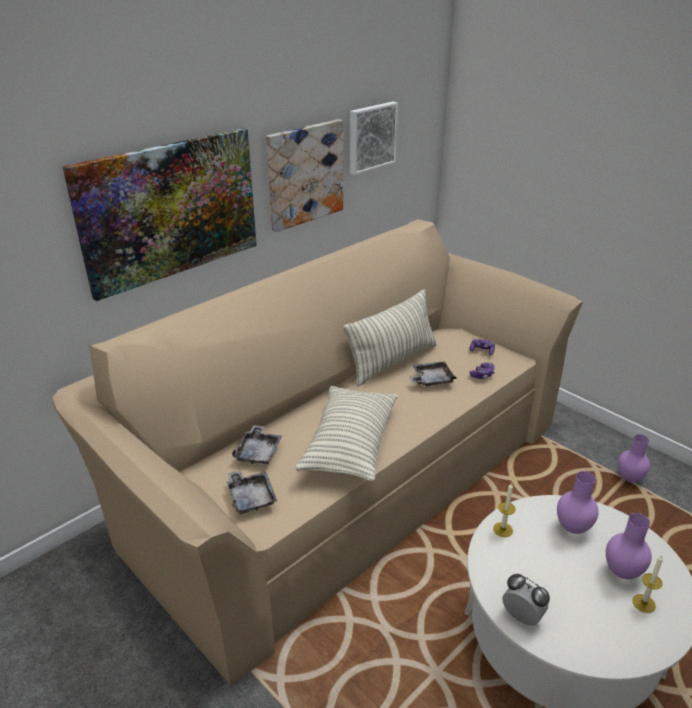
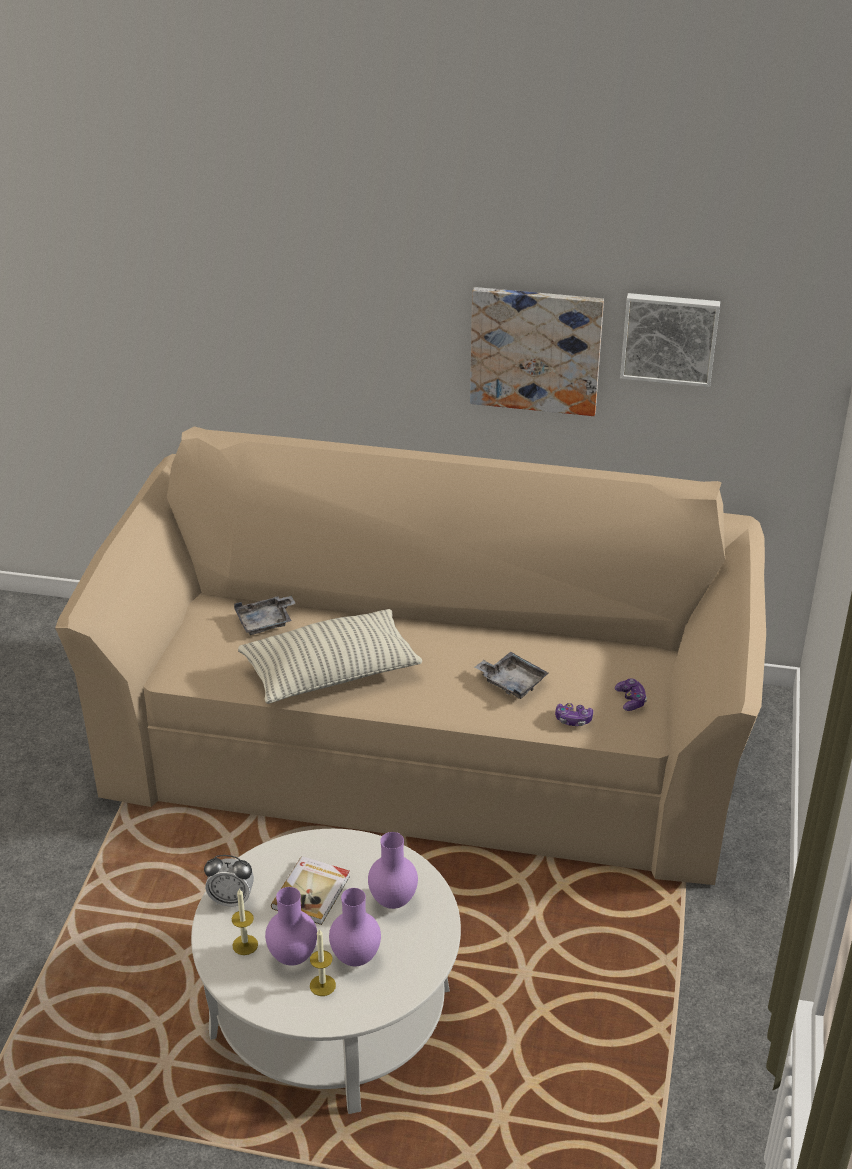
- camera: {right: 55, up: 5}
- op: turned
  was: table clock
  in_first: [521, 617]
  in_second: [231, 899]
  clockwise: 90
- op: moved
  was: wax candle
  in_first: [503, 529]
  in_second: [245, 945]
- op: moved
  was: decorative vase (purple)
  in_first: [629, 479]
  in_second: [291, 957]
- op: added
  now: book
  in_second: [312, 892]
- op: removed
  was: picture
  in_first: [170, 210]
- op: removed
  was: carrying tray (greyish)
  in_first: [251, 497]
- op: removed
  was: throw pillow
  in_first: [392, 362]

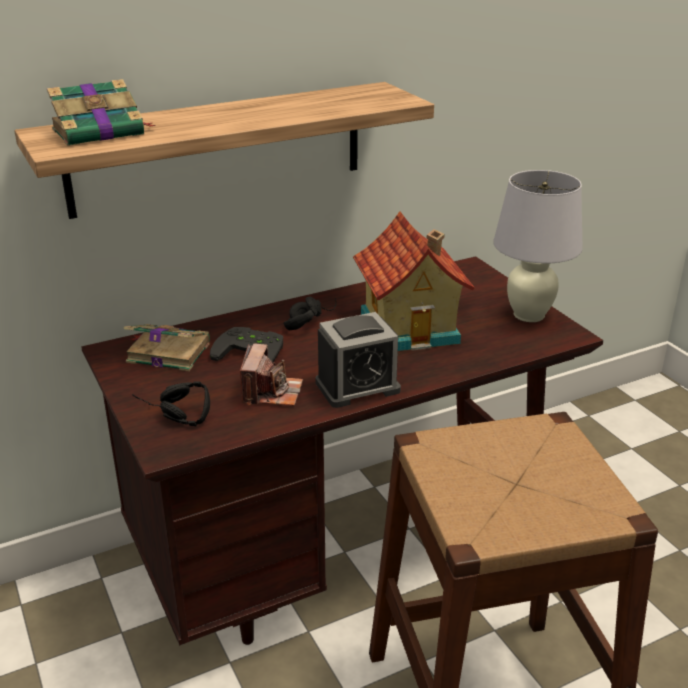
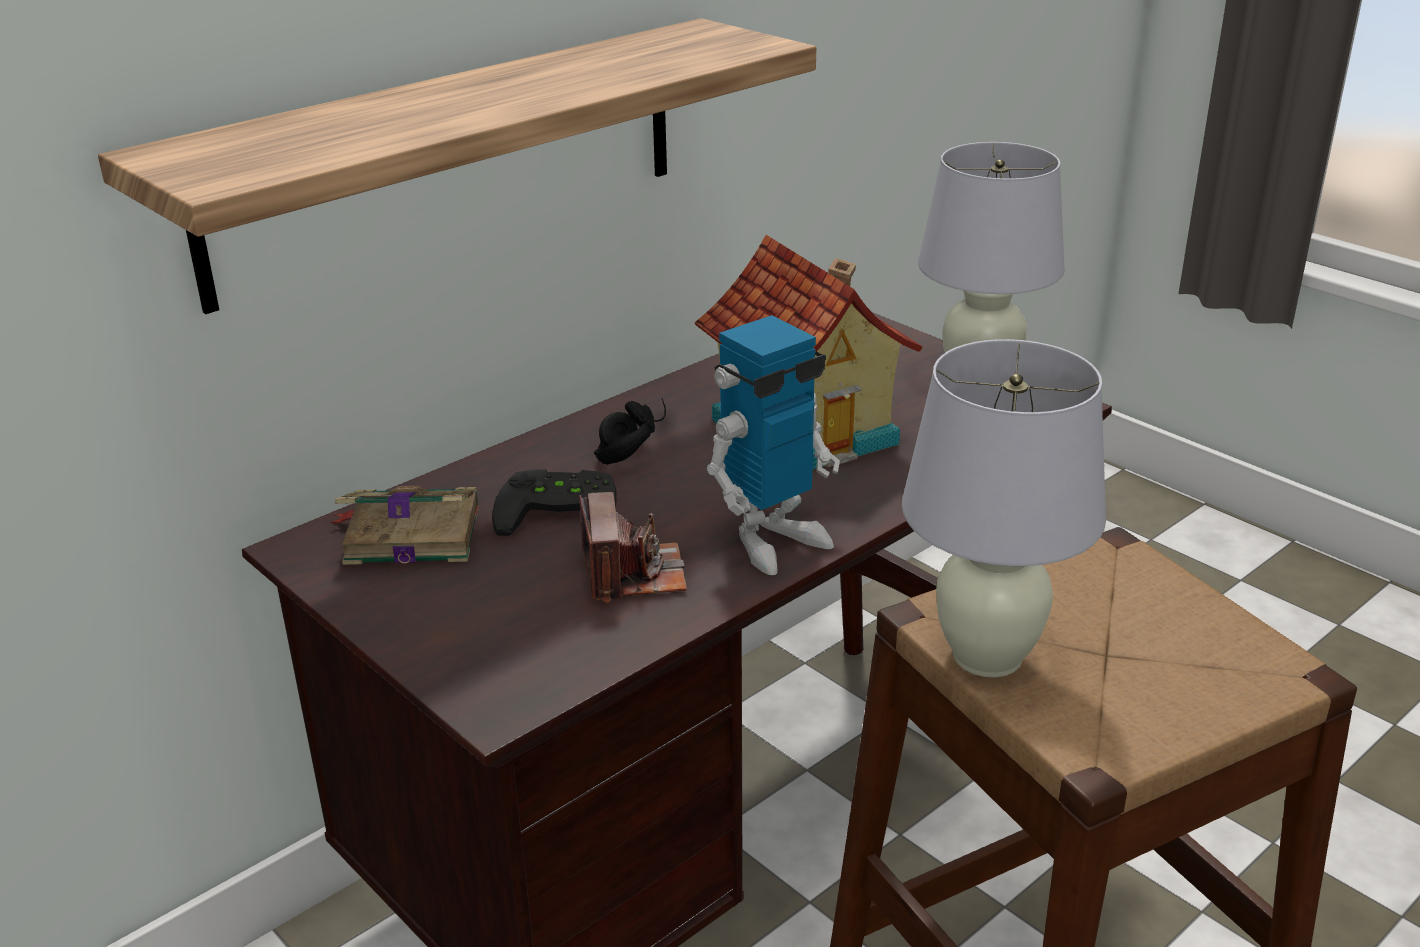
- camera: {right: -15, up: 0}
- op: replaced
  was: table clock
  now: model robot
  in_first: [357, 386]
  in_second: [773, 541]
- op: added
  now: lamp for a table (whitish)
  in_second: [988, 656]
- op: removed
  was: book
  in_first: [101, 132]
- op: removed
  was: pair of headphones (black-coloured)
  in_first: [169, 416]

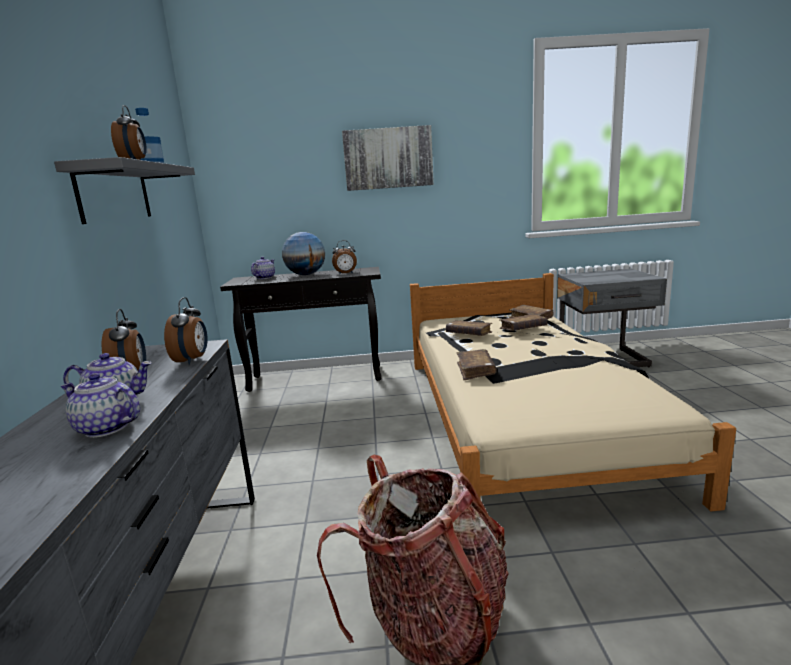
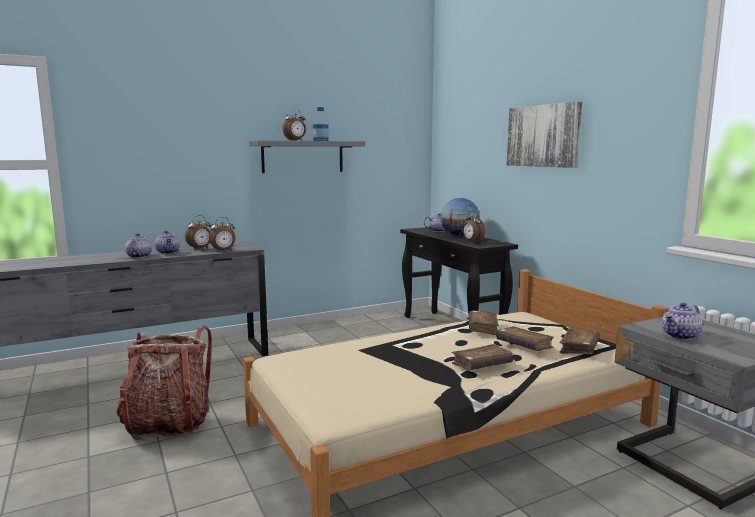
- camera: {right: 65, up: -5}
- op: moved
  was: book (brown-coloured)
  in_first: [475, 370]
  in_second: [482, 365]
- op: added
  now: pot for tea
  in_second: [680, 336]

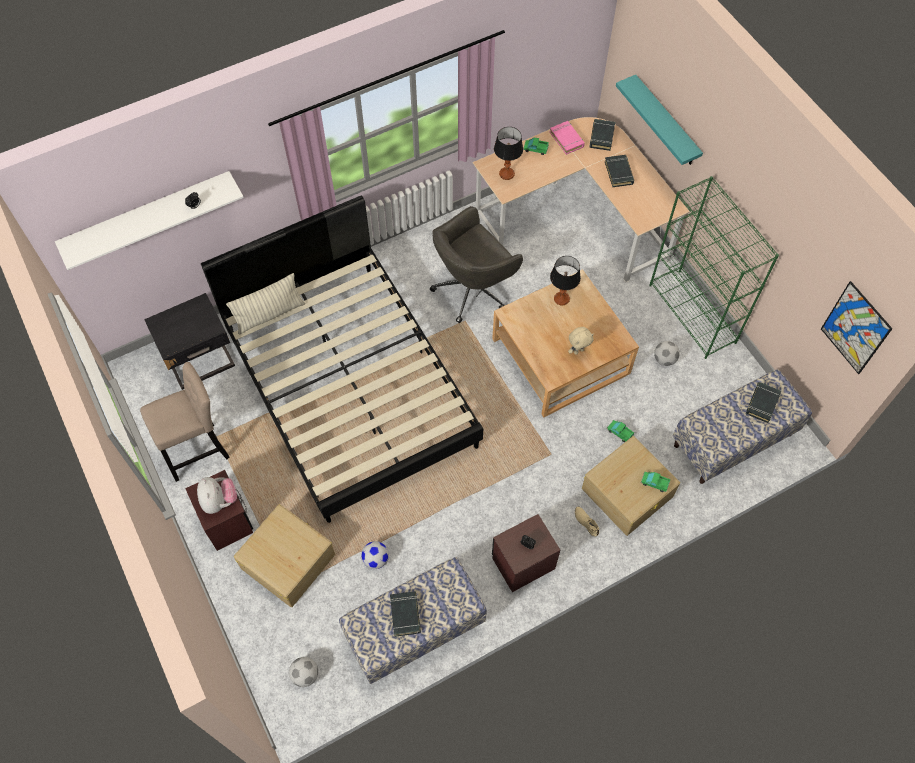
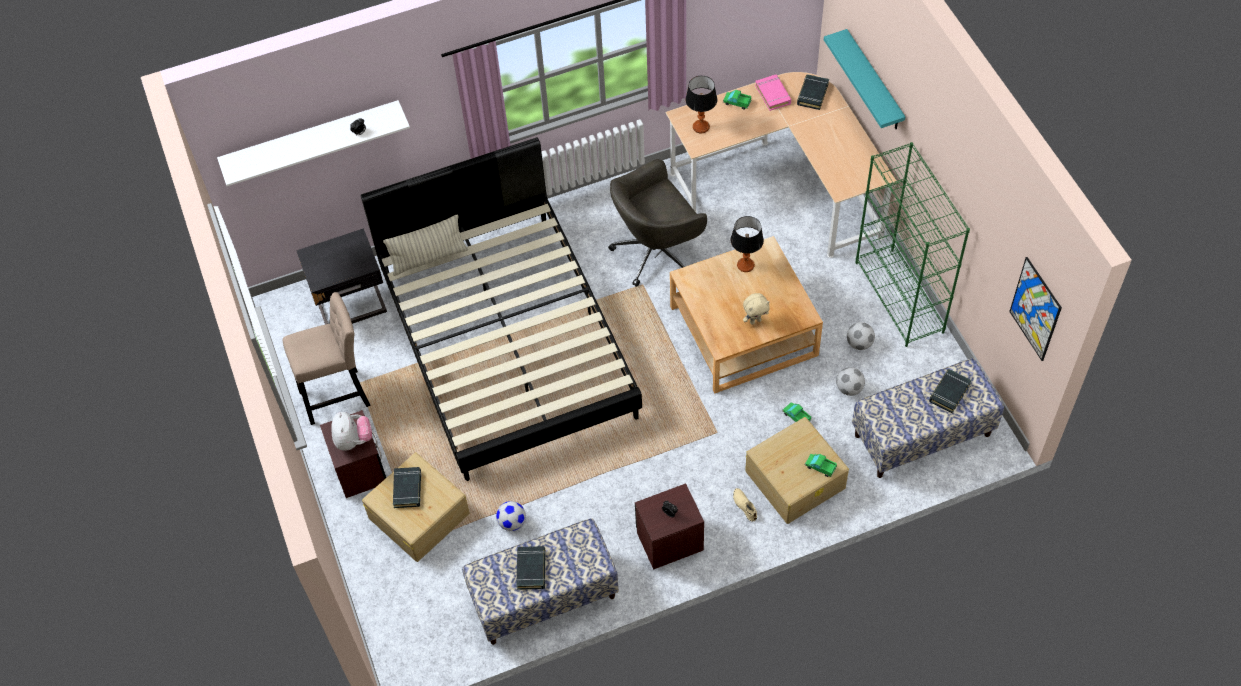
- camera: {right: 10, up: -5}
- op: moved
  was: book (black-coloured)
  in_first: [619, 173]
  in_second: [407, 489]
- op: moved
  was: football ball
  in_first: [305, 675]
  in_second: [849, 388]

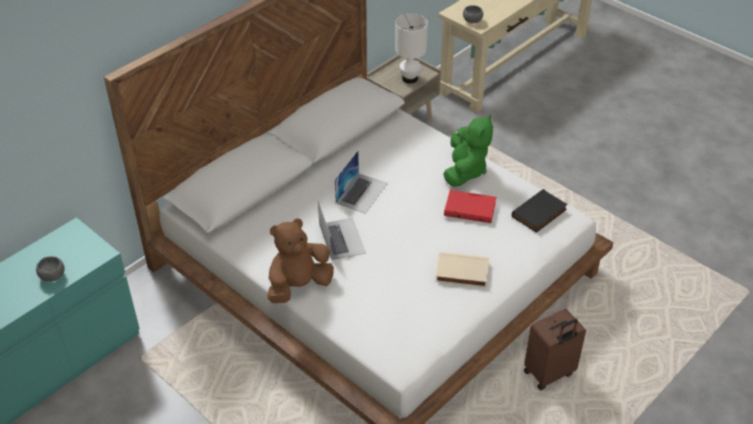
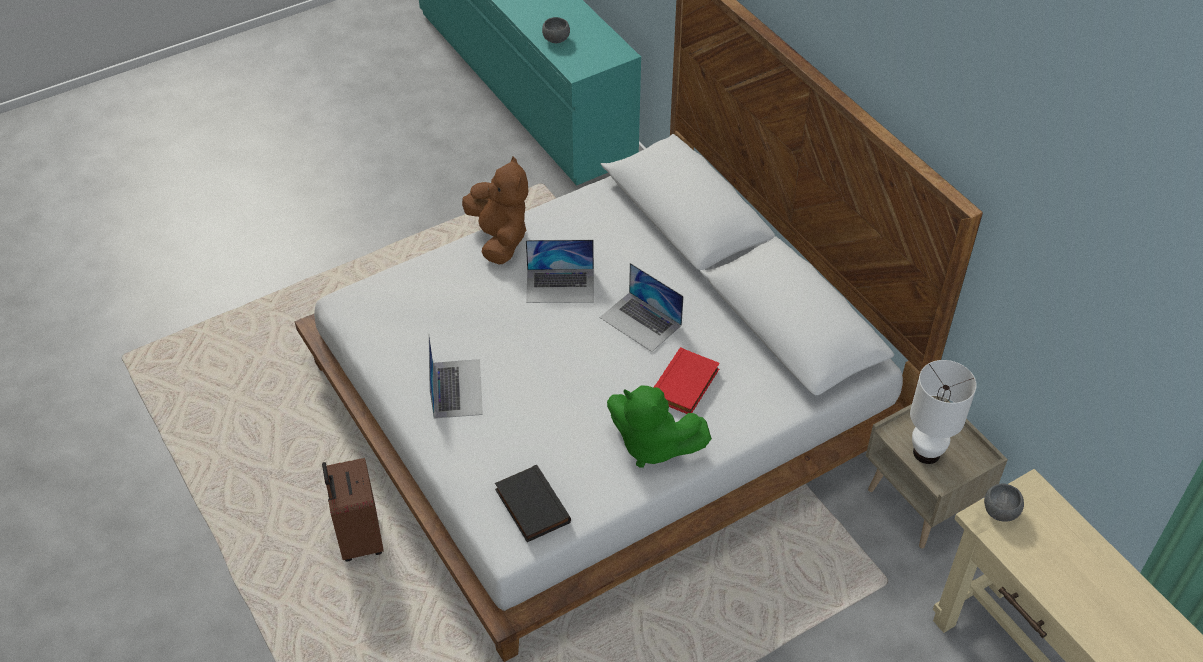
- camera: {right: 105, up: 5}
- op: replaced
  was: book (beige)
  now: portable computer
  in_first: [461, 273]
  in_second: [456, 388]
- op: moved
  was: book (reddish)
  in_first: [470, 208]
  in_second: [686, 385]

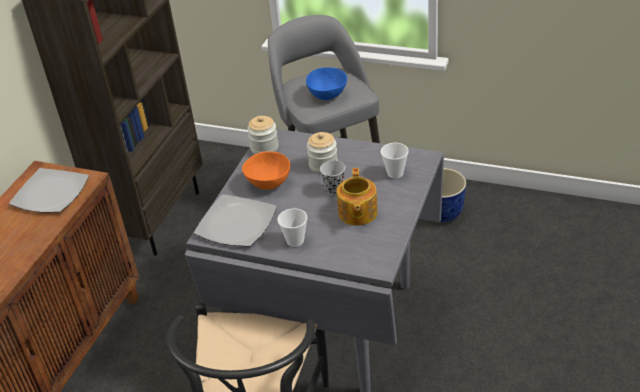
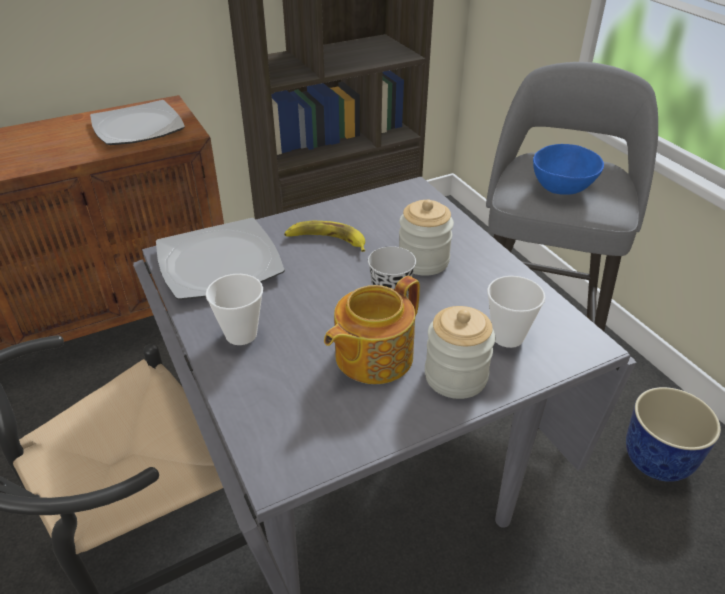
- camera: {right: 40, up: 0}
- op: replaced
  was: bowl (orange)
  now: banana fruit
  in_first: [268, 183]
  in_second: [326, 240]
- op: moved
  was: preserve jar
  in_first: [264, 148]
  in_second: [455, 376]

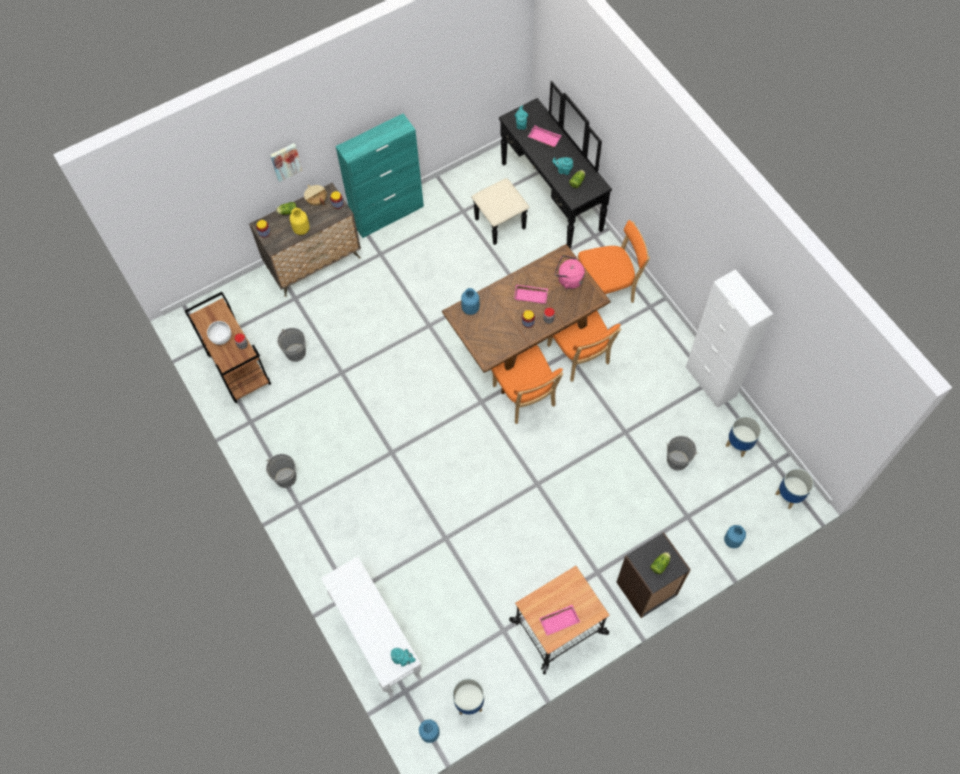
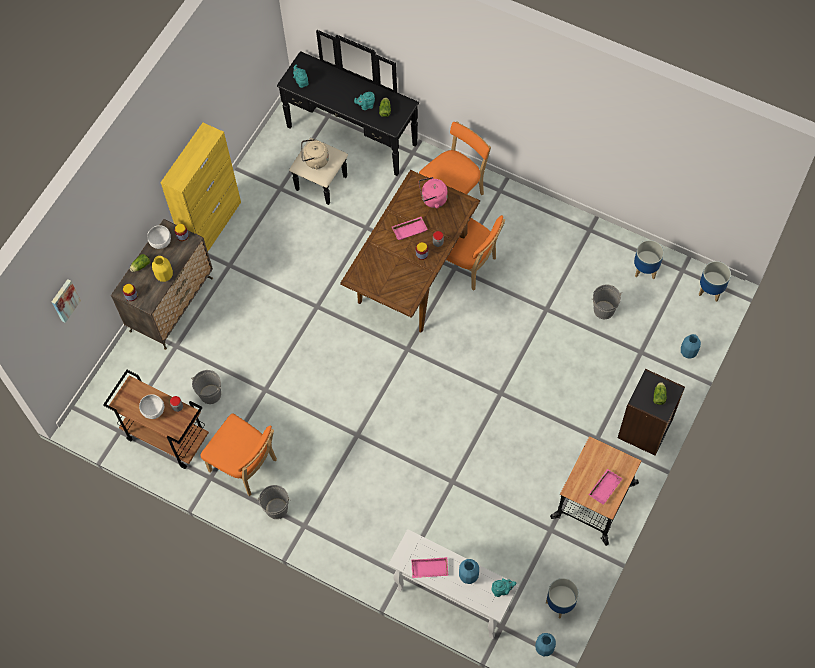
- camera: {right: -30, up: 0}
- op: moved
  was: picture
  in_first: [285, 161]
  in_second: [64, 300]
- op: replaced
  was: cooking pot (beige)
  now: bowl (whitish)
  in_first: [316, 201]
  in_second: [161, 243]
- op: recoloured
  was: storage cabinet (blue-green)
  now: storage cabinet (yellow-coloured)
  in_first: [388, 214]
  in_second: [212, 225]
- op: moved
  was: chair (orange)
  in_first: [525, 398]
  in_second: [245, 467]
- op: added
  now: water kettle (beige)
  in_second: [315, 161]
- op: moved
  was: carrying tray (pink)
  in_first: [543, 139]
  in_second: [429, 570]
- op: moved
  was: decorative vase (blue-coloured)
  in_first: [470, 309]
  in_second: [468, 575]
- op: removed
  was: storage cabinet (whitish)
  in_first: [710, 382]

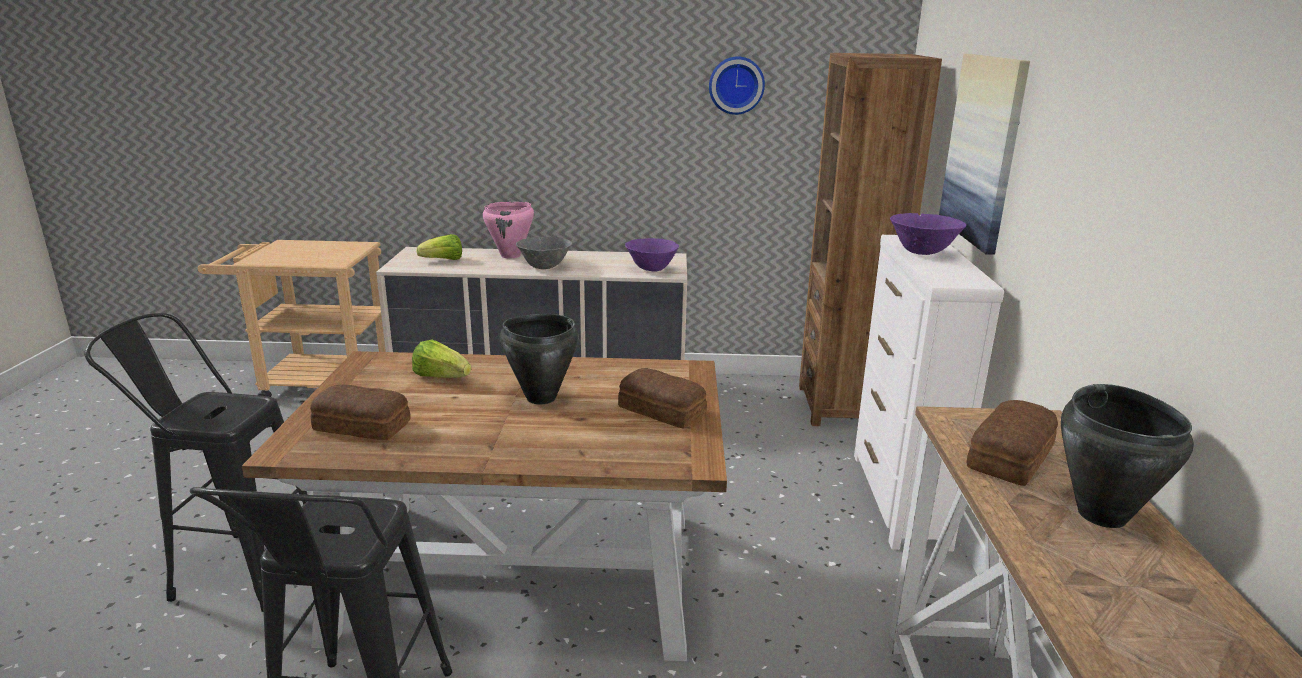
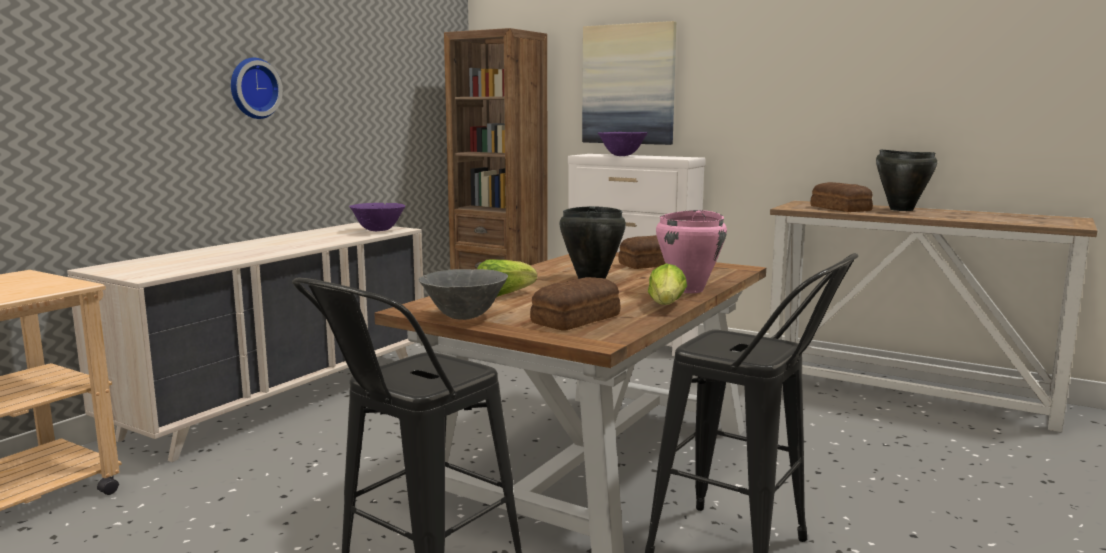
- camera: {right: -60, up: -10}
- op: moved
  was: hanging clock
  in_first: [736, 85]
  in_second: [253, 88]
- op: moved
  was: bowl (greyish)
  in_first: [544, 268]
  in_second: [464, 317]
- op: moved
  was: head of lettuce
  in_first: [443, 260]
  in_second: [666, 306]
- op: moved
  was: cooking pot (pink)
  in_first: [511, 256]
  in_second: [689, 290]

